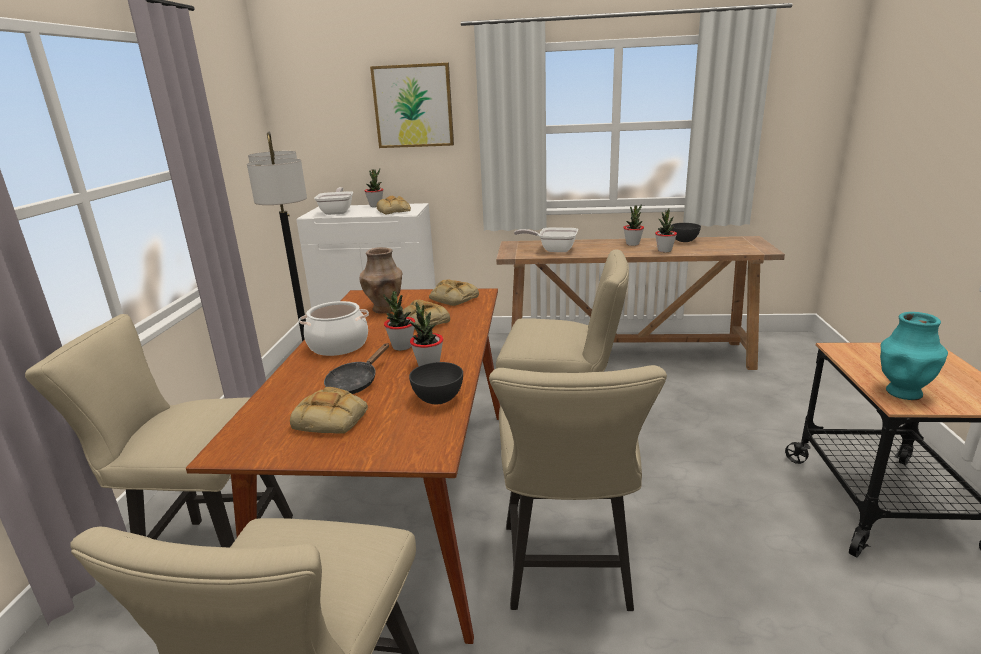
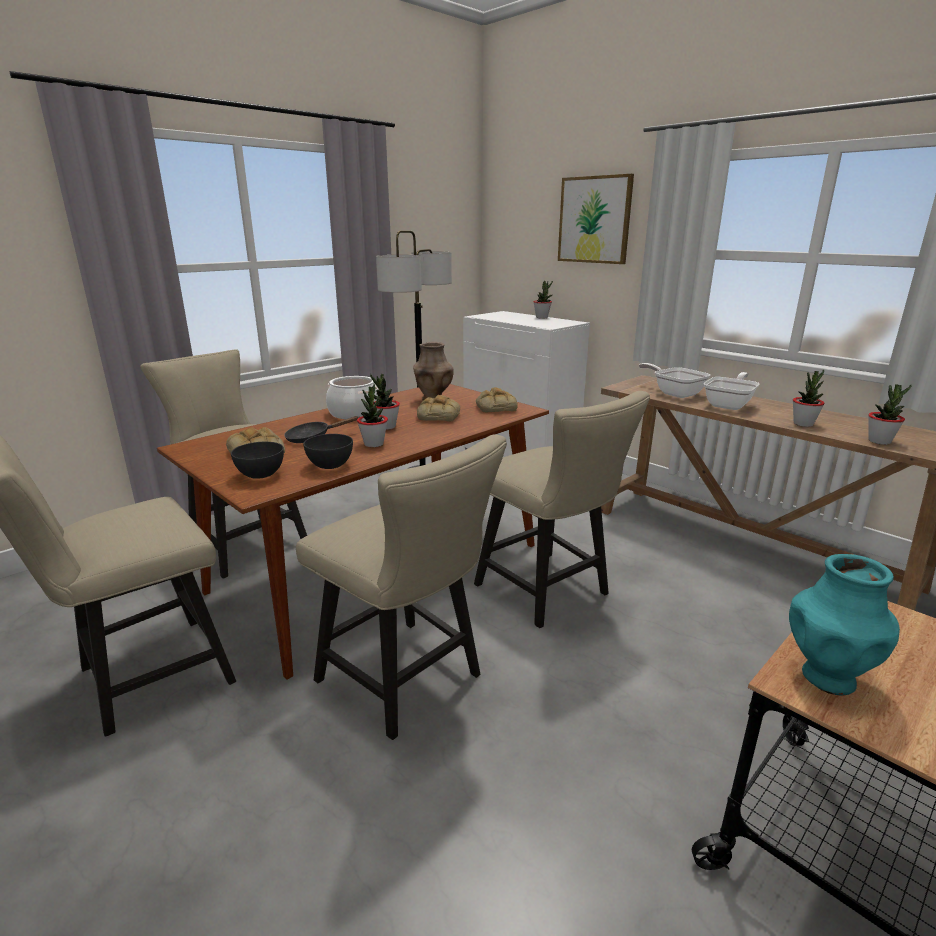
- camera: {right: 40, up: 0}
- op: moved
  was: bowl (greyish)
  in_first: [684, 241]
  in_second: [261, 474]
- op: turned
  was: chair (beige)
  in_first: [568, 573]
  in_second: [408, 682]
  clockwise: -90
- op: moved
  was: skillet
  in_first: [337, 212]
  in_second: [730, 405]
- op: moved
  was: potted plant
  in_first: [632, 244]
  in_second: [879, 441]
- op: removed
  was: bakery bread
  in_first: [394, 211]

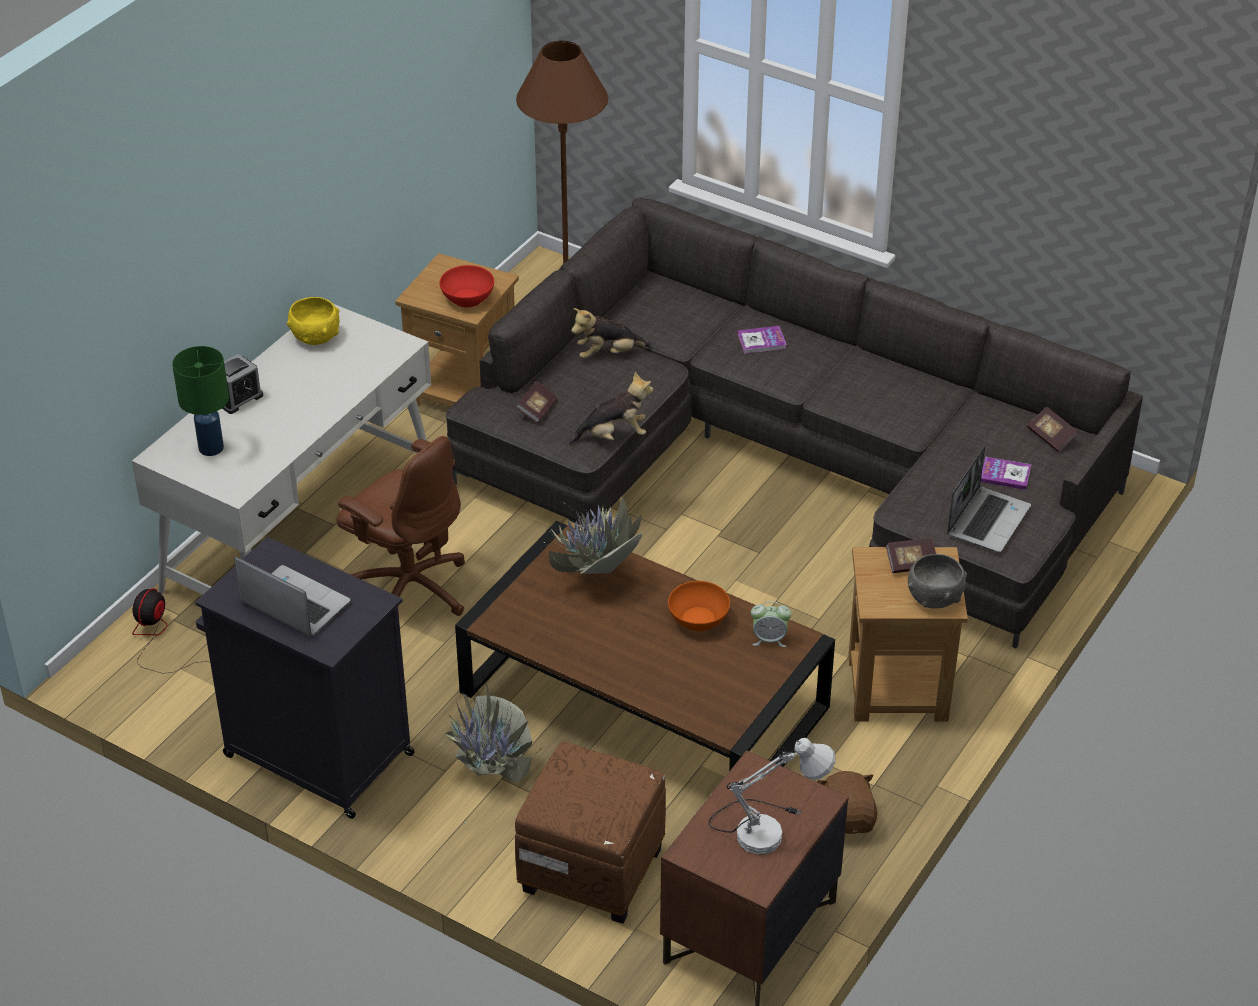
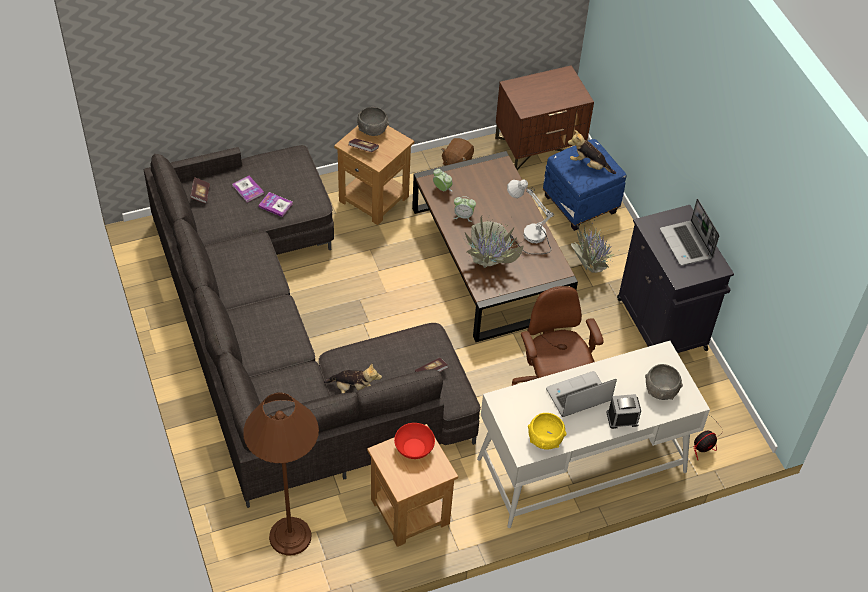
- camera: {right: -145, up: 10}
- op: moved
  was: book
  in_first: [761, 341]
  in_second: [275, 205]
- op: replaced
  was: bowl (orange)
  now: table clock
  in_first: [698, 619]
  in_second: [463, 216]
- op: moved
  was: lamp for a table (whitish)
  in_first: [766, 827]
  in_second: [527, 237]
- op: recoloured
  was: footrest (brown-coloured)
  now: footrest (blue-coloured)
  in_first: [590, 871]
  in_second: [581, 204]
- op: moved
  was: portable computer
  in_first: [987, 520]
  in_second: [578, 396]
- op: moved
  was: plush toy
  in_first: [614, 435]
  in_second: [589, 165]
- op: replaced
  was: lamp for a table (green-coloured)
  now: bowl (greyish)
  in_first: [210, 448]
  in_second: [660, 390]

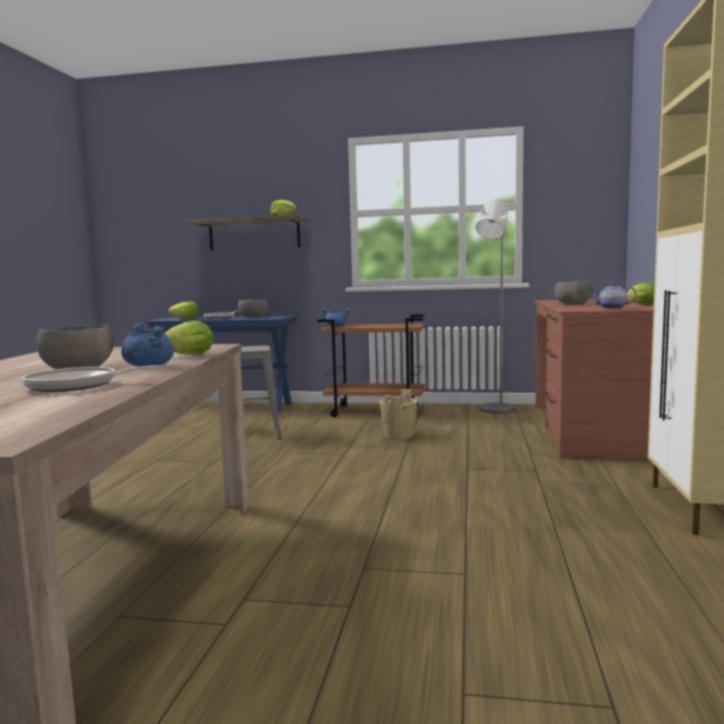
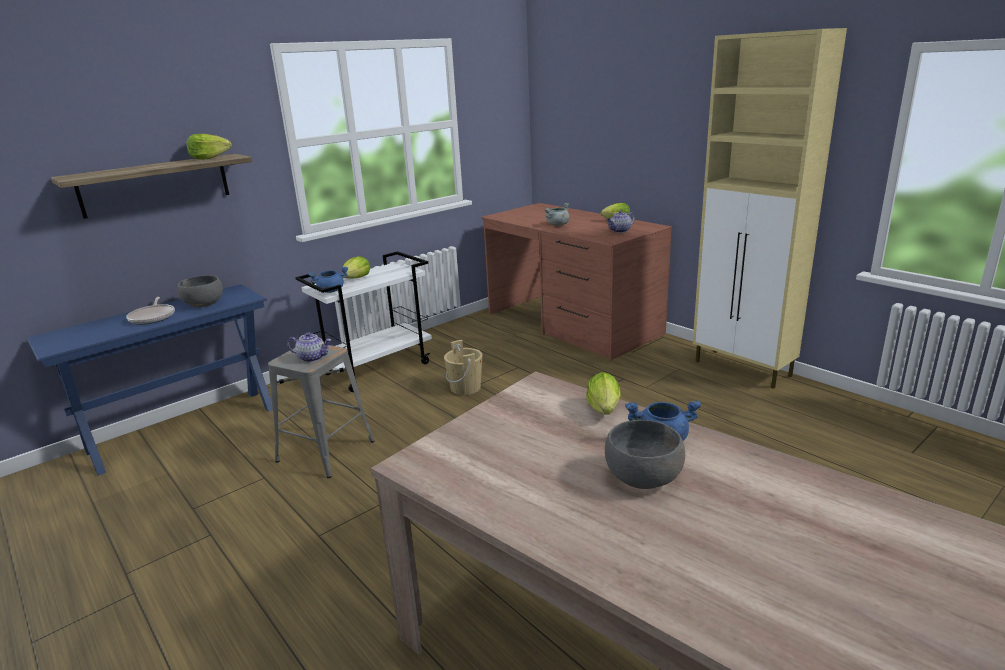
- camera: {right: -50, up: 15}
- op: added
  now: pot for tea
  in_second: [312, 358]
- op: recoloured
  was: wheeled cart (brown-coloured)
  now: wheeled cart (whitish)
  in_first: [376, 411]
  in_second: [377, 368]
- op: moved
  was: head of lettuce
  in_first: [185, 318]
  in_second: [357, 278]
- op: replaced
  was: bowl (greyish)
  now: cooking pot (greyish)
  in_first: [573, 304]
  in_second: [557, 225]
- op: removed
  was: skillet
  in_first: [77, 386]
- op: removed
  was: standard lamp (greyish)
  in_first: [495, 410]

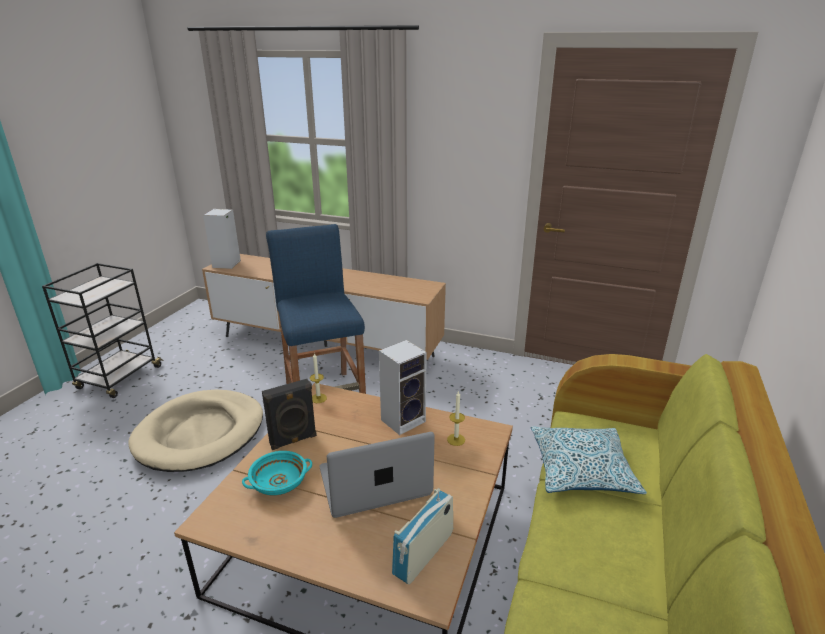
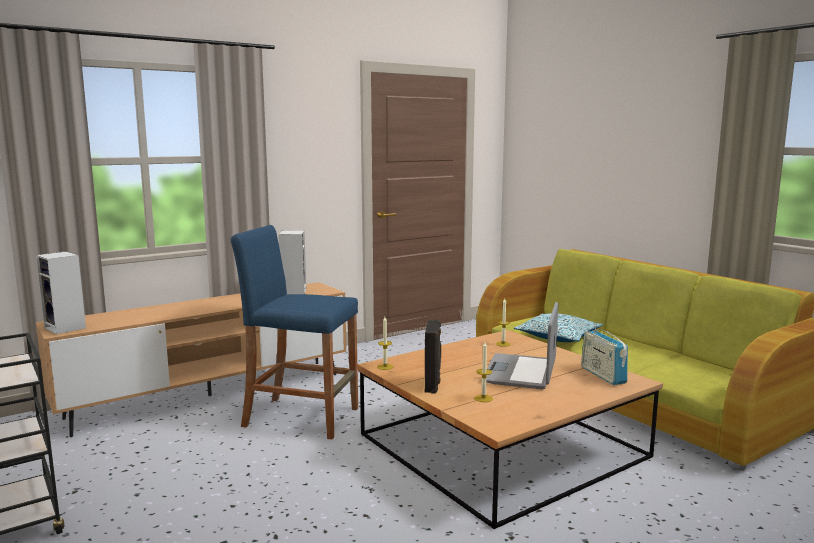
- camera: {right: -55, up: -15}
- op: moved
  was: audio speaker
  in_first: [404, 419]
  in_second: [293, 292]
- op: replaced
  was: bowl (blue-green)
  now: wax candle
  in_first: [279, 484]
  in_second: [483, 398]
- op: removed
  was: dog cushion (beige)
  in_first: [200, 434]

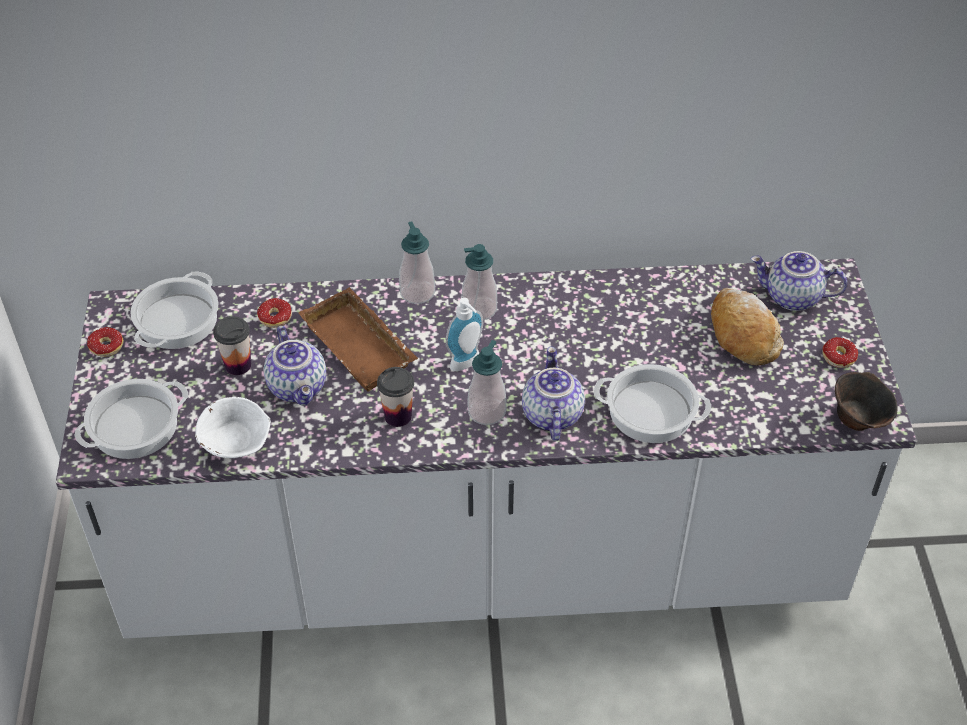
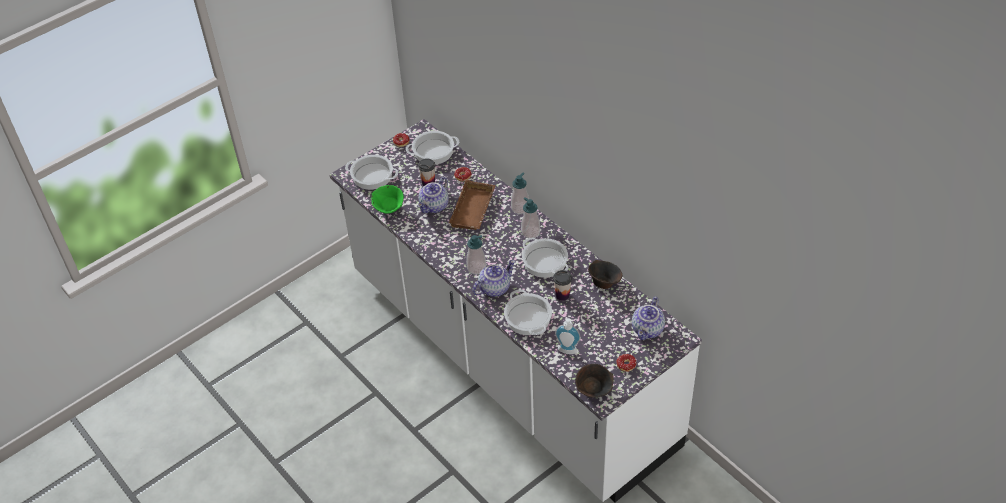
- camera: {right: 55, up: 0}
- op: recoloured
  was: bowl (whitish)
  now: bowl (green-coloured)
  in_first: [237, 446]
  in_second: [389, 209]
- op: added
  now: cooking pot
  in_second: [544, 262]
- op: moved
  was: small cup
  in_first: [398, 416]
  in_second: [562, 295]
- op: moved
  was: liquid soap bottle
  in_first: [467, 364]
  in_second: [567, 352]
- op: added
  now: bowl (brown-coloured)
  in_second: [604, 282]
- op: turned
  was: pot for tea
  in_first: [792, 298]
  in_second: [648, 330]
  clockwise: -135
- op: removed
  was: bakery bread
  in_first: [742, 335]

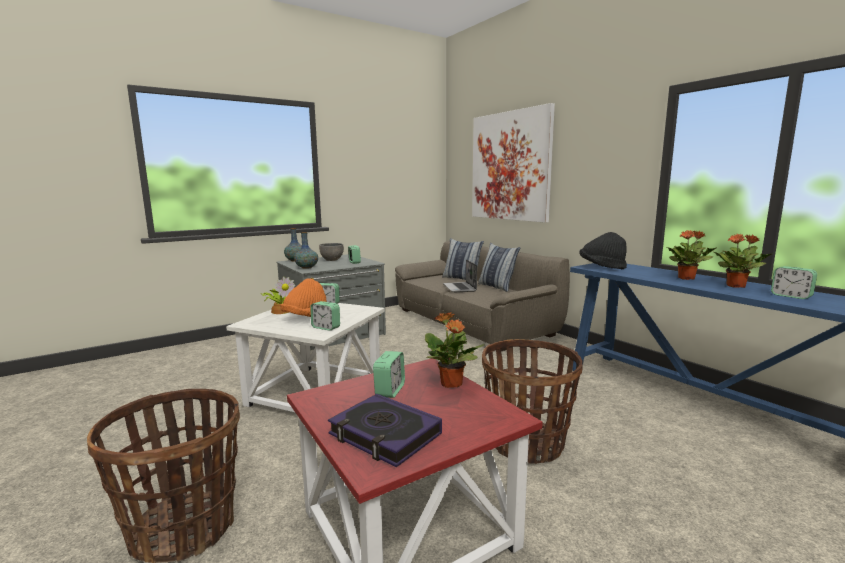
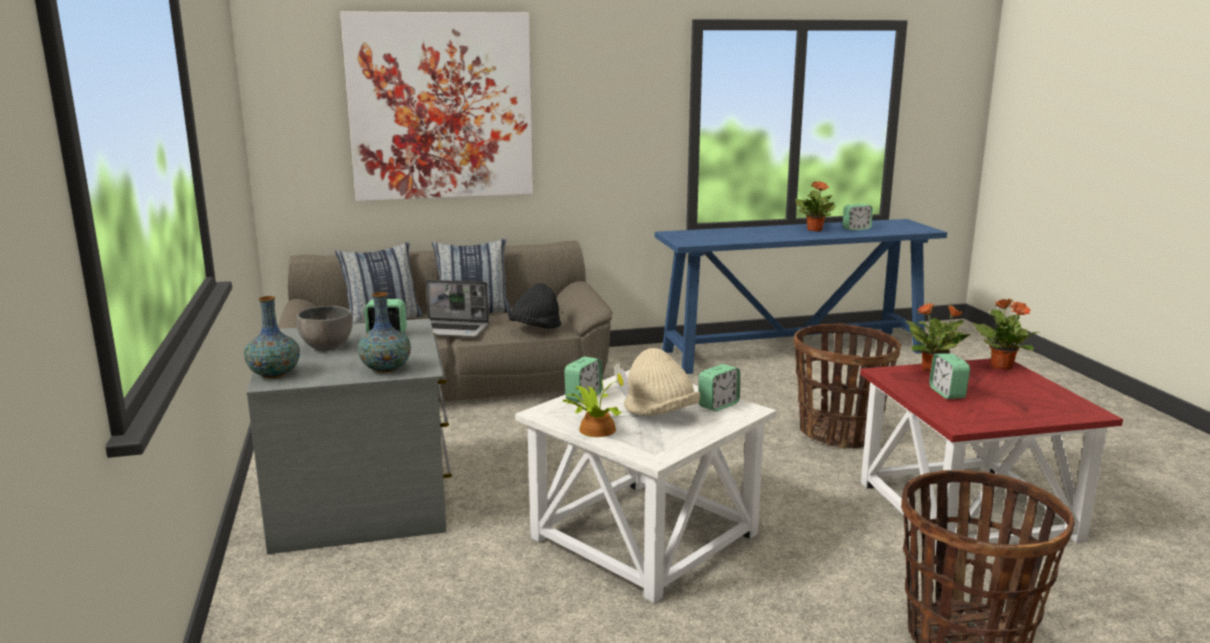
- camera: {right: -70, up: 5}
- op: moved
  was: wearable hat (black-coloured)
  in_first: [601, 267]
  in_second: [535, 329]
- op: recoloured
  was: wearable hat (orange)
  now: wearable hat (beige)
  in_first: [305, 318]
  in_second: [660, 414]
- op: turned
  was: table clock
  in_first: [390, 390]
  in_second: [947, 393]
  clockwise: -135
- op: moved
  was: potted plant
  in_first: [686, 278]
  in_second: [1001, 366]
- op: removed
  was: book
  in_first: [385, 435]

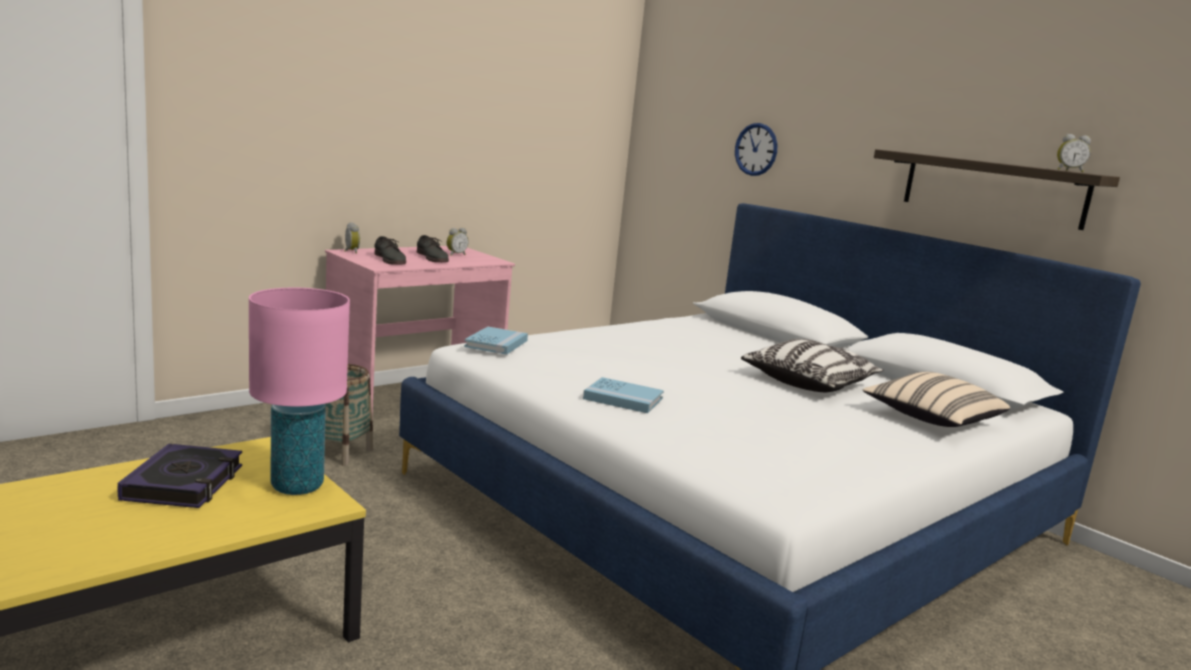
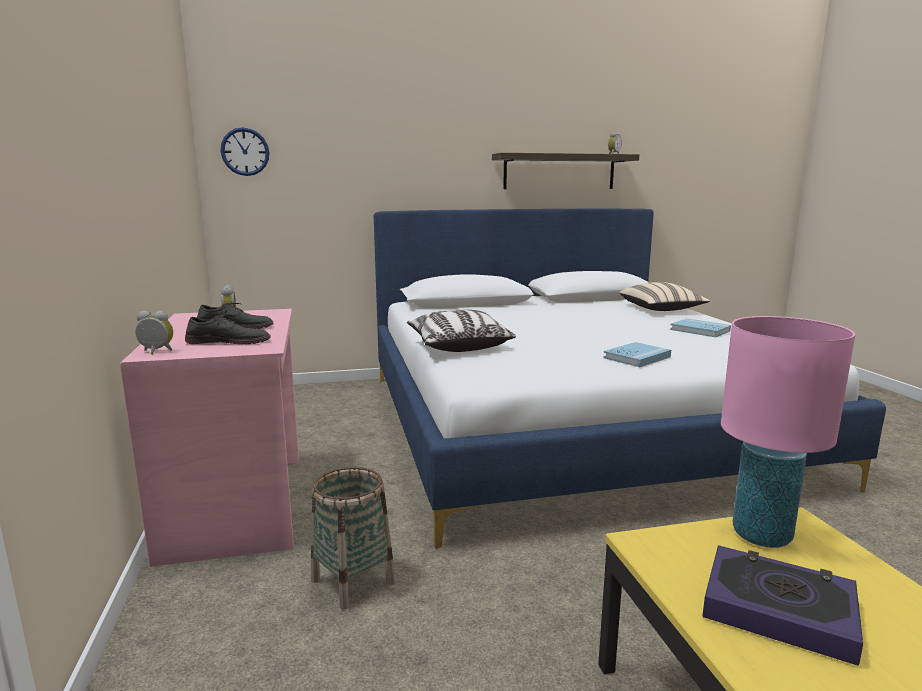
- camera: {right: -60, up: 0}
- op: moved
  was: hanging clock
  in_first: [756, 149]
  in_second: [245, 152]
- op: moved
  was: throw pillow
  in_first: [809, 383]
  in_second: [458, 346]
- op: moved
  was: book (blue-coloured)
  in_first: [496, 343]
  in_second: [700, 330]

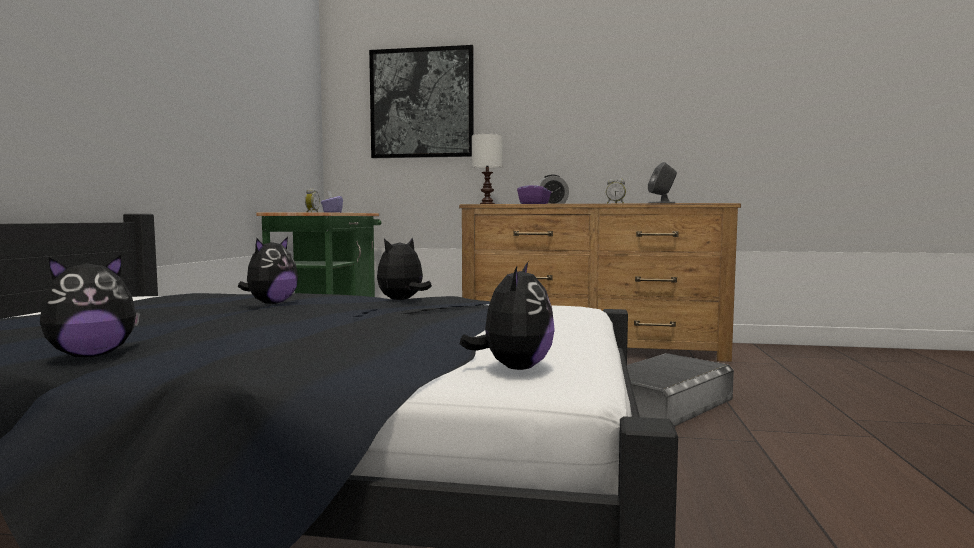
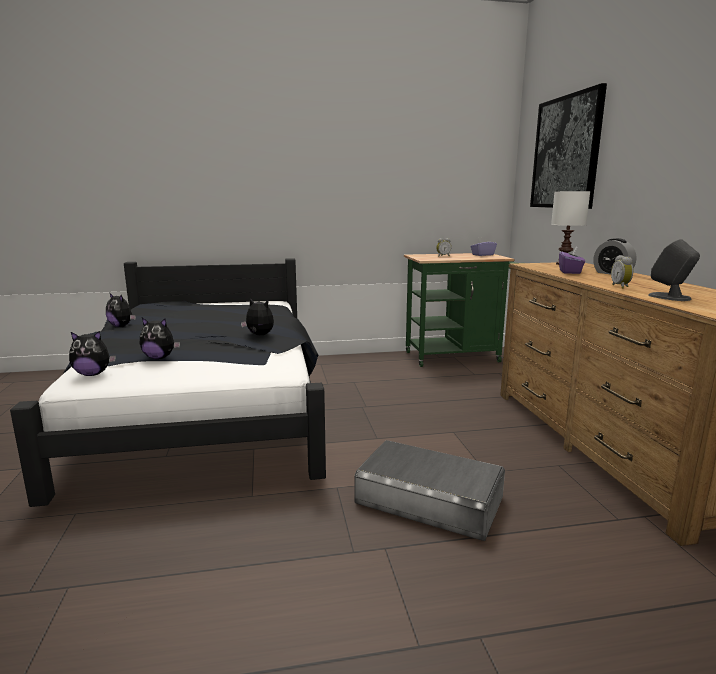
- camera: {right: 70, up: 10}
- op: moved
  was: plush toy
  in_first: [271, 303]
  in_second: [159, 358]

